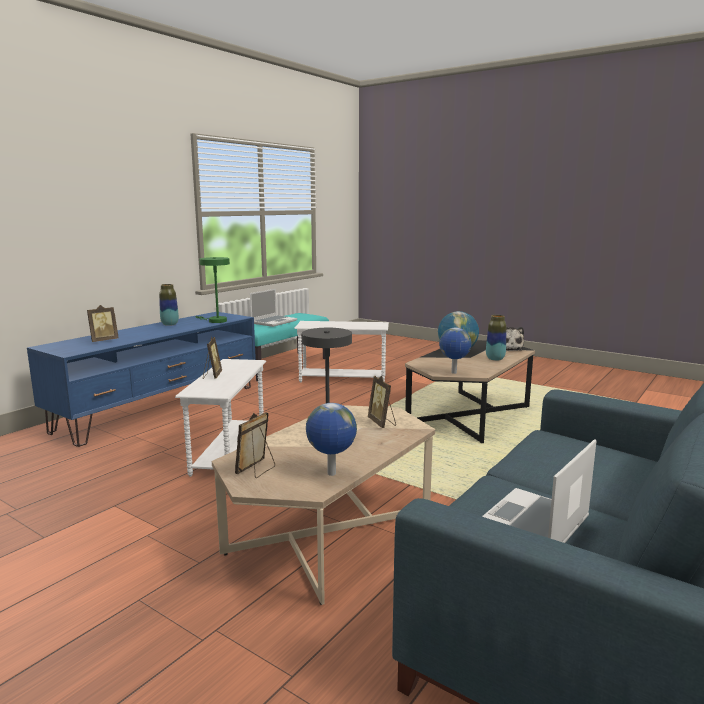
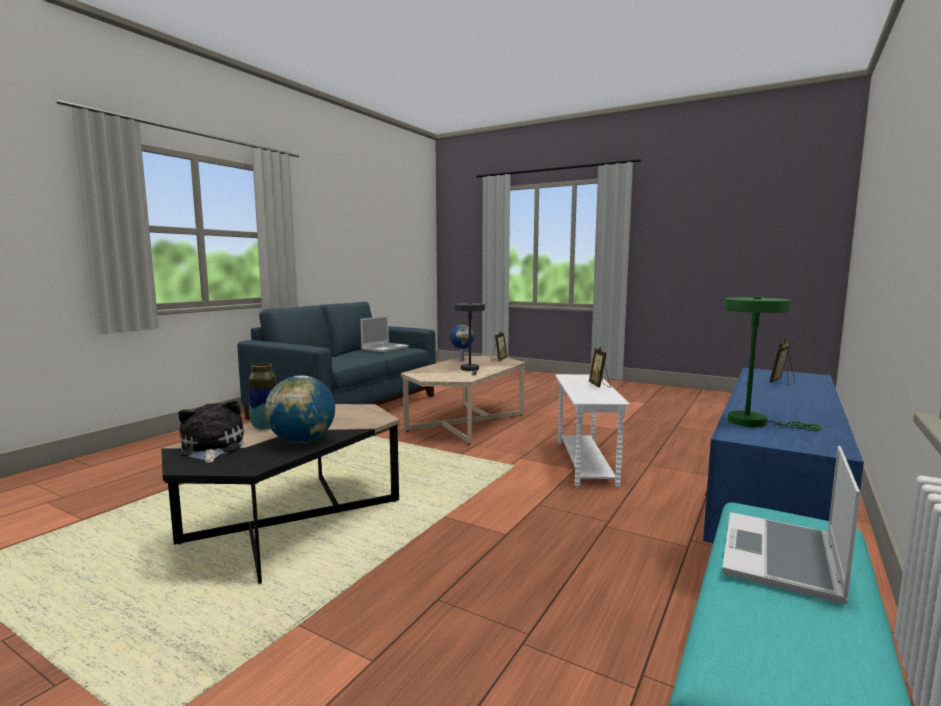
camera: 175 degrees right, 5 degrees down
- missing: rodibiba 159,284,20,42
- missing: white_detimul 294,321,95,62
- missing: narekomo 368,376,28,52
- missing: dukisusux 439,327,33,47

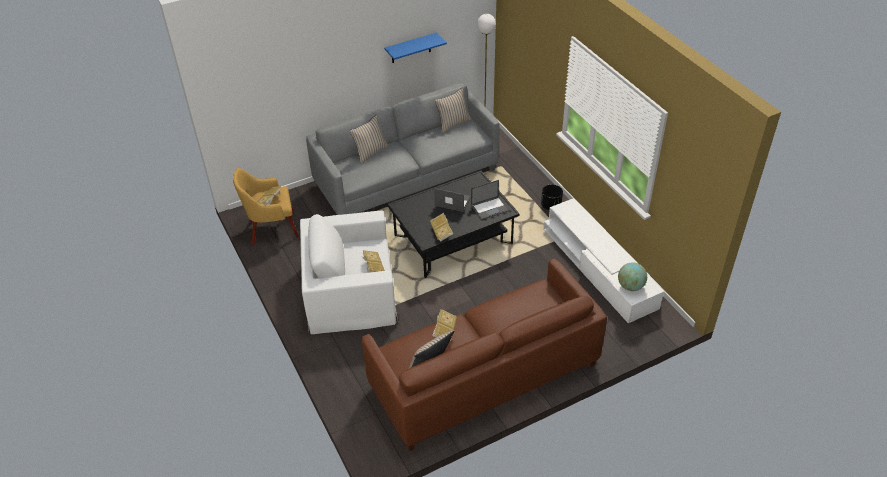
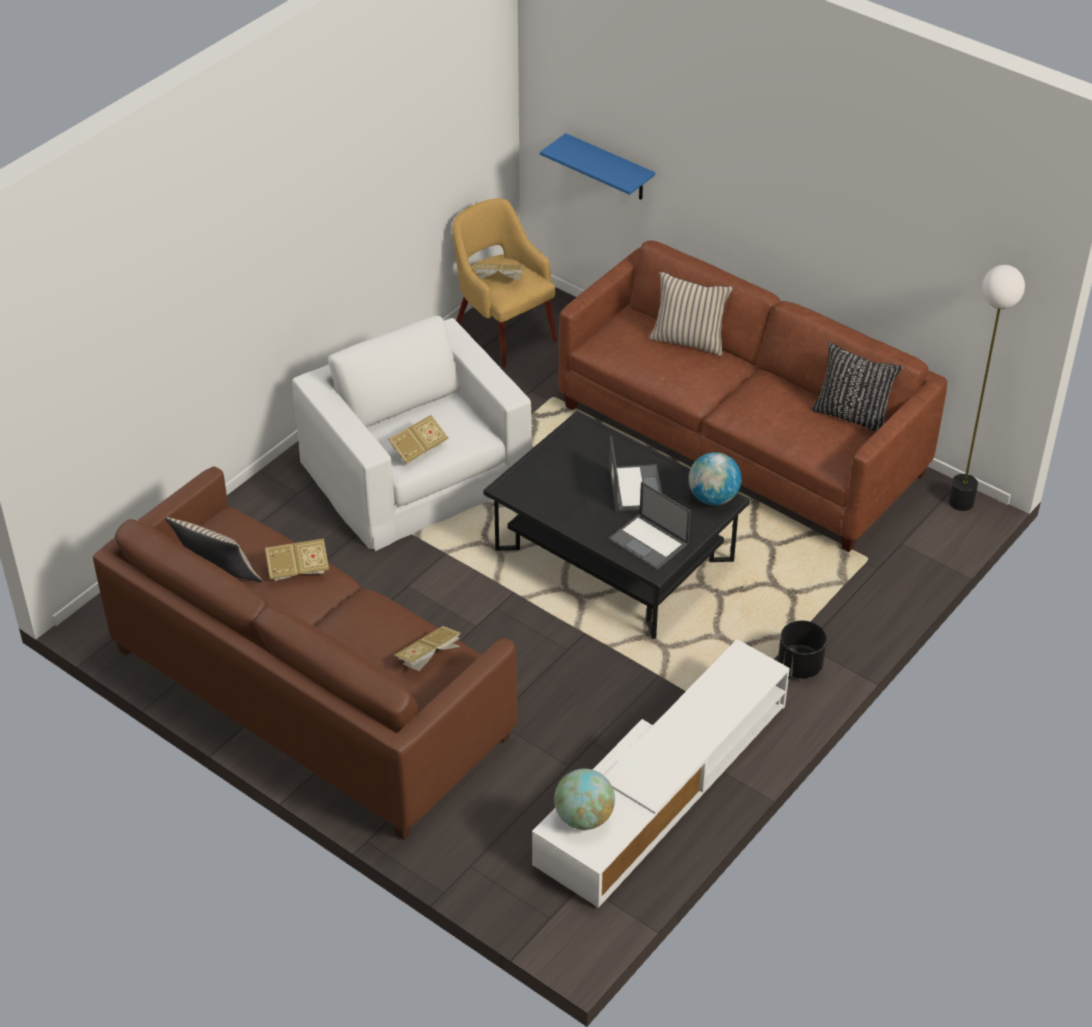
camera: 65 degrees right, 0 degrees up
- colour: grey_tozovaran 306,83,193,132 to brown_tozovaran 558,241,389,311
- relocated: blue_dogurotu 384,32,63,31 to 540,133,115,67
- relocated: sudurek 430,213,23,29 to 394,626,67,45
- colour: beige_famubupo 434,87,38,46 to black_famubupo 811,342,92,90
- appeared: dukisusux 688,452,53,53

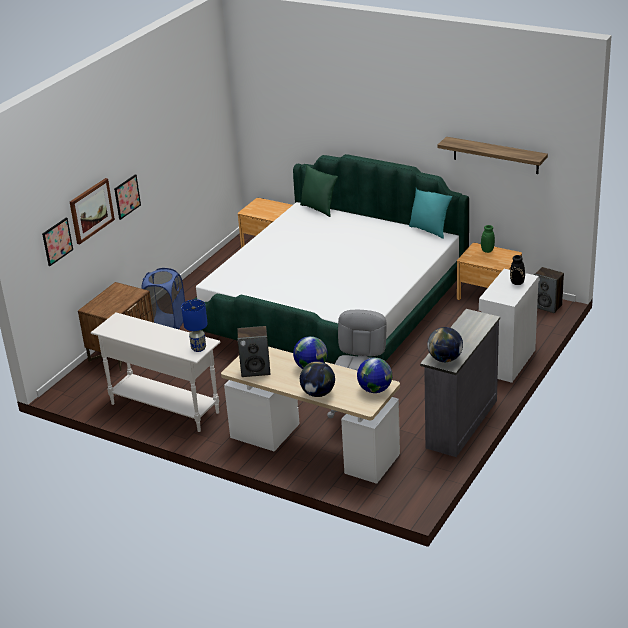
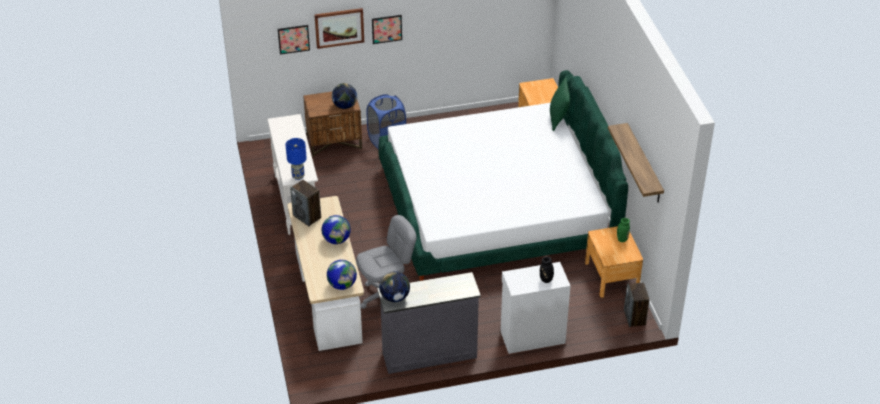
camera: 45 degrees right, 10 degrees up
- relocated: dukisusux 300,361,35,36 to 332,83,25,26
- missing: turquoise_famubupo 409,188,43,51

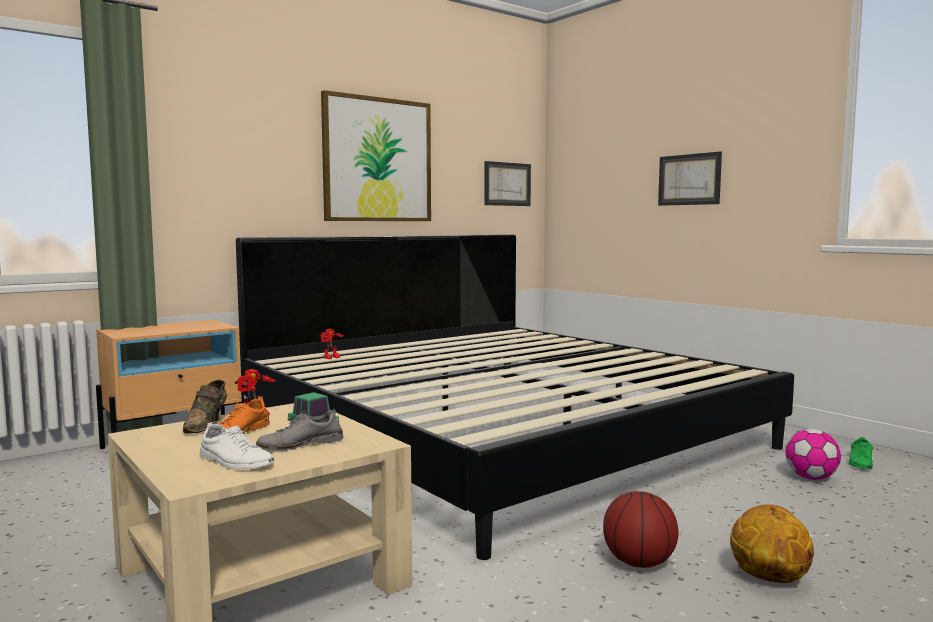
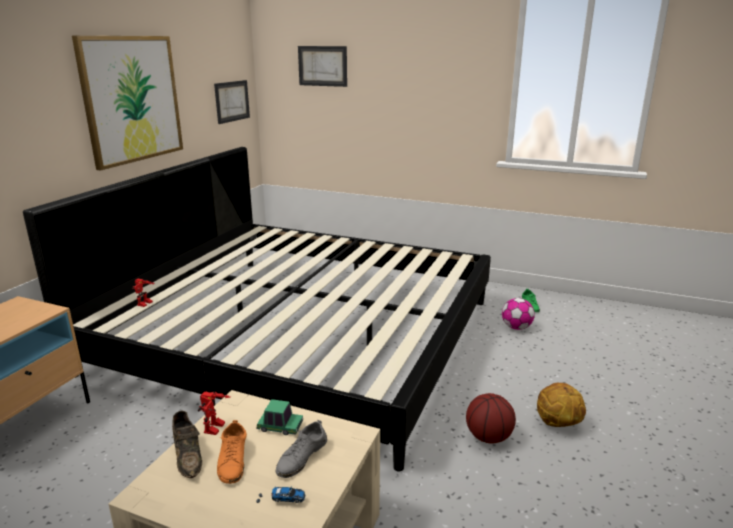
camera: 30 degrees left, 15 degrees up
- exchanged: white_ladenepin 200,422,74,48 to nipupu 256,487,49,16
- relocated: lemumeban 658,151,64,55 to 298,46,49,41

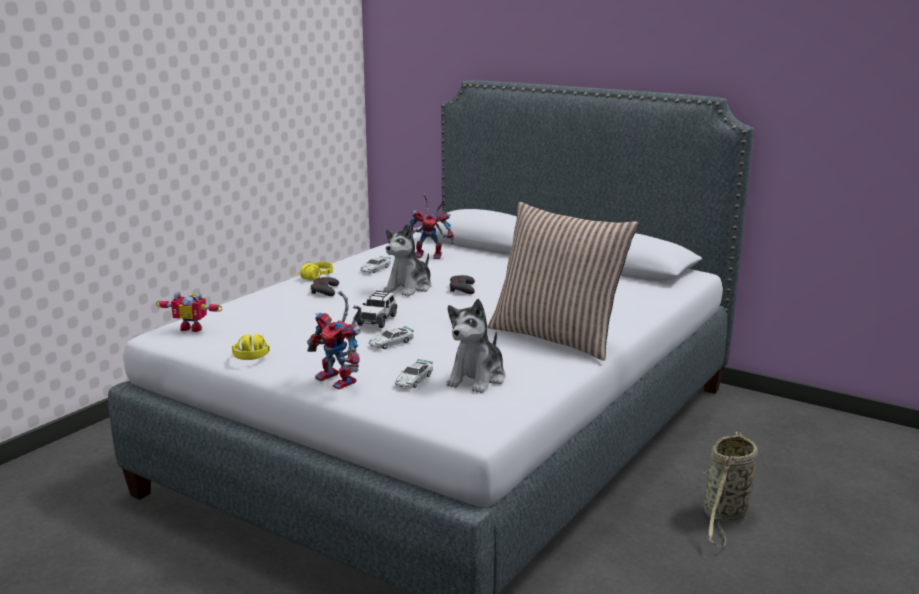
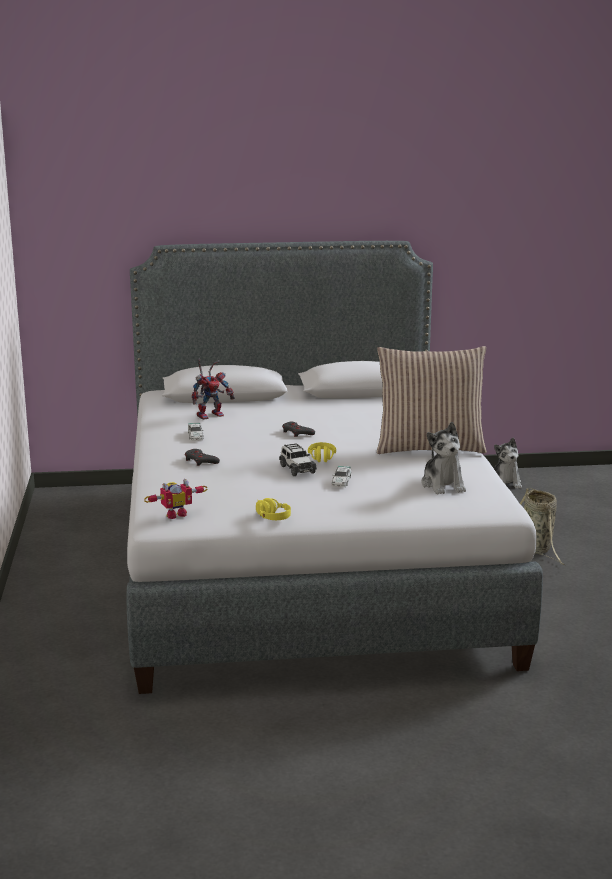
camera: 40 degrees left, 0 degrees up
- relocated: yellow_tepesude 292,262,41,19 to 308,442,28,20
- missing: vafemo 307,291,54,99
- relocated: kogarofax 383,224,49,73 to 494,438,28,51
- missing: nipupu 395,359,38,30

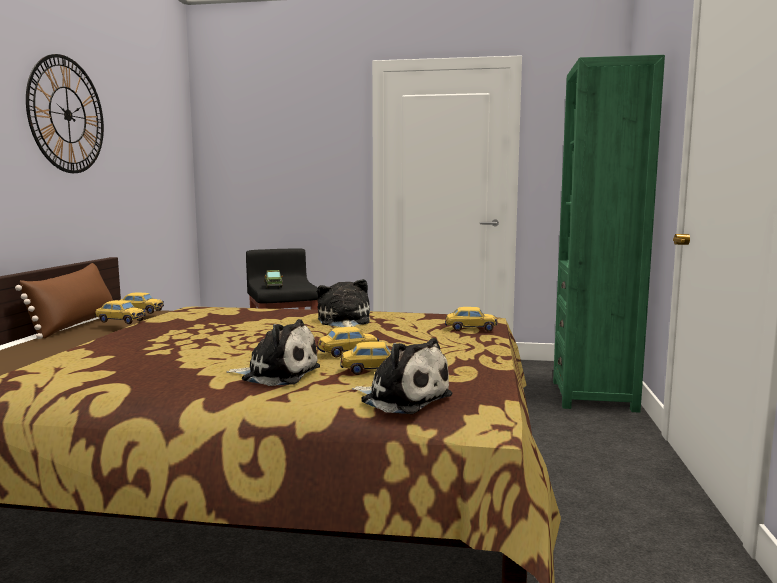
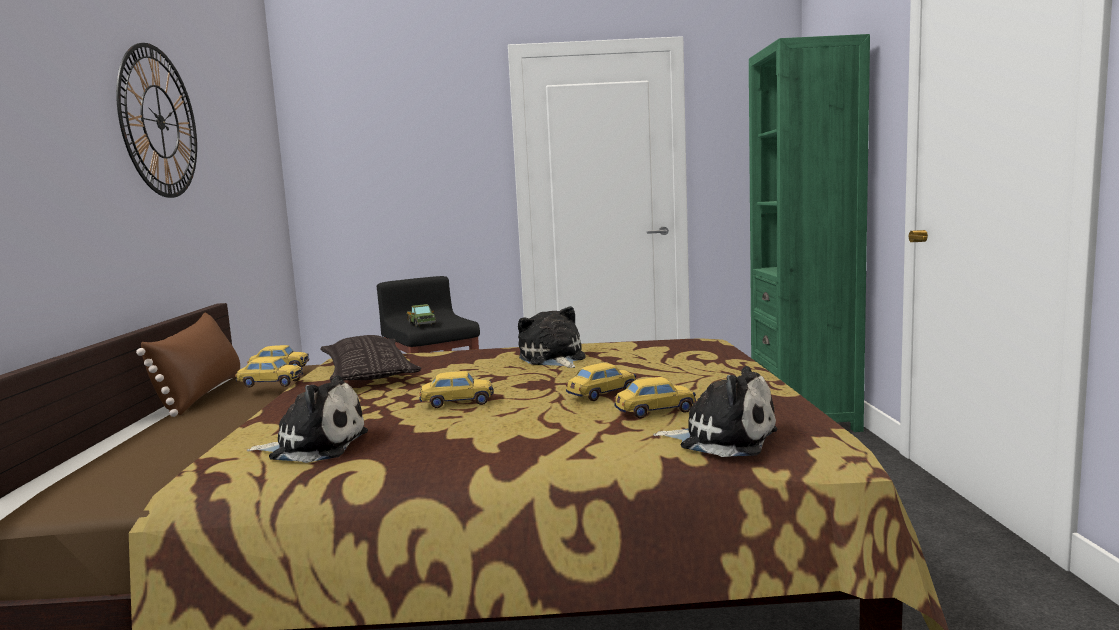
camera: 10 degrees left, 0 degrees up
- relocated: kogarofax 226,319,94,67 to 247,375,121,88
- relocated: nipupu 445,307,53,24 to 419,371,75,37
- appeared: famubupo 320,335,101,47

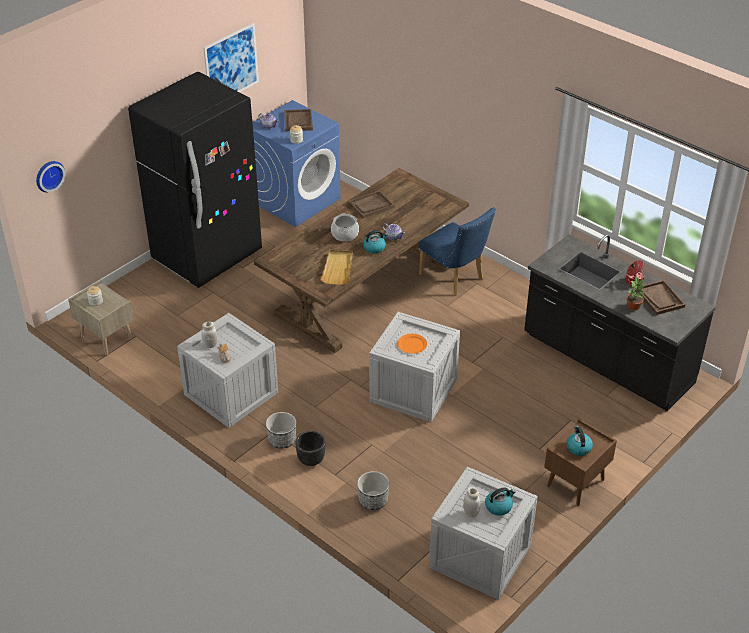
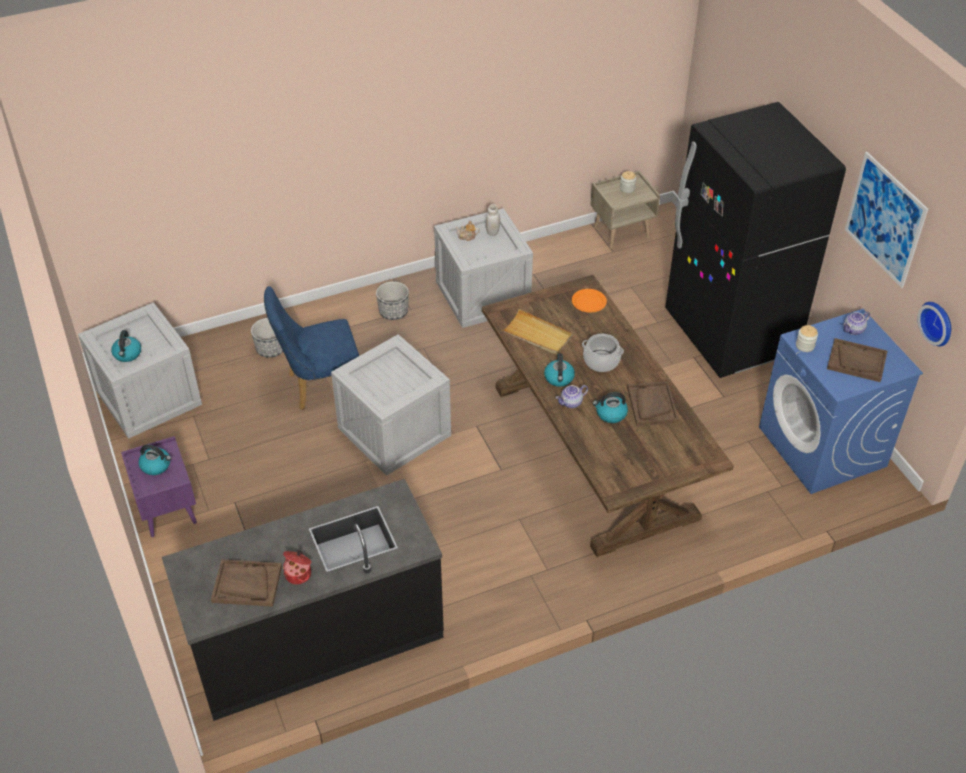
camera: 115 degrees right, 5 degrees up
- relocated: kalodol 36,161,29,31 to 918,302,33,44
- missing: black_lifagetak 295,431,30,35
- relocated: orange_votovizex 398,334,29,20 to 572,289,35,24
- relocated: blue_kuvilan 419,207,77,89 to 264,286,95,124
- missing: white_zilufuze 463,487,17,31
- colour: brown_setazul 544,419,73,87 to purple_setazul 121,436,76,101
- missing: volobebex 626,276,18,34
- appeared: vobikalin 593,392,35,31

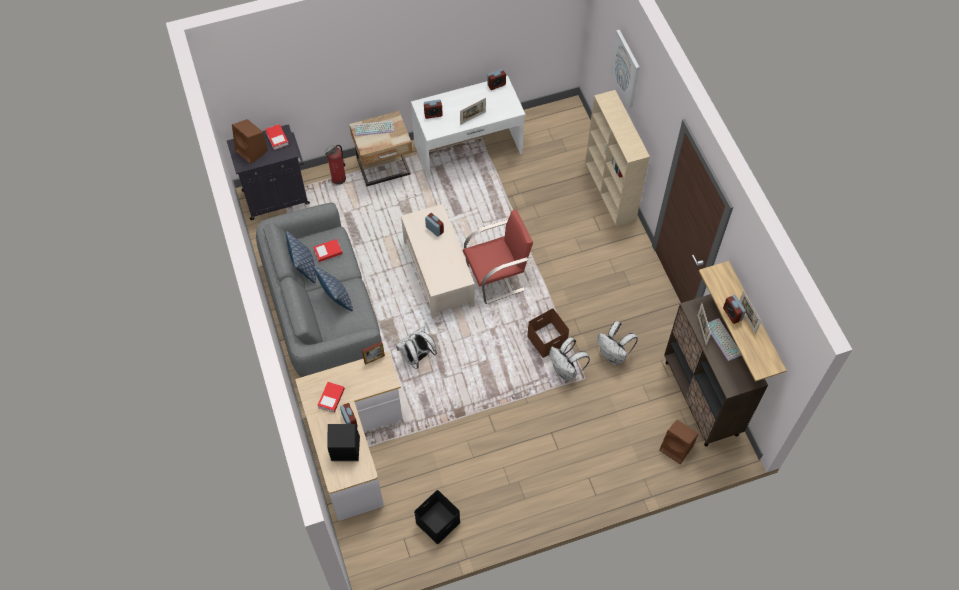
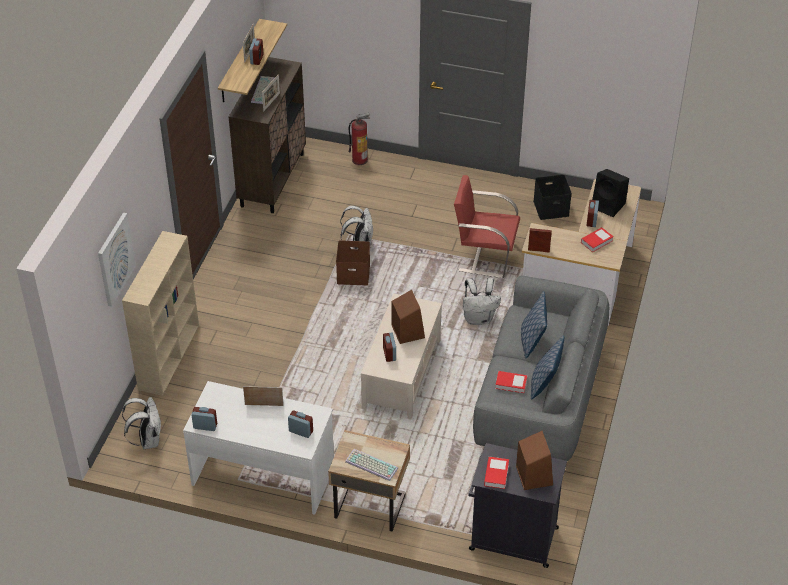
camera: 145 degrees left, 15 degrees down
- relocated: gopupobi 325,145,21,40 to 349,113,21,52
- relocated: red_kuvilan 463,209,70,95 to 454,175,66,103
- relocated: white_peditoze 597,321,41,44 to 122,397,39,52
- relocated: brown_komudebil 659,420,39,44 to 392,290,33,54

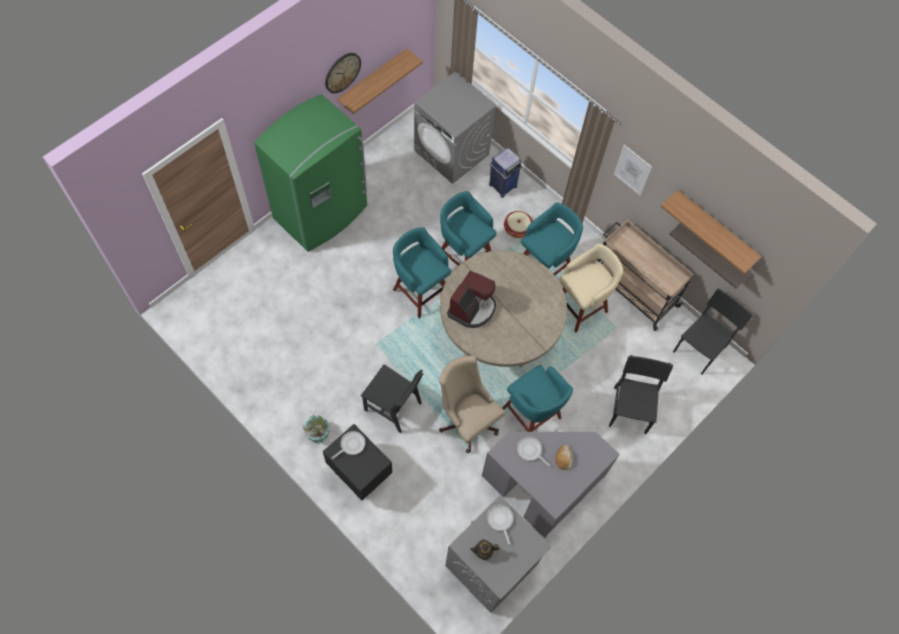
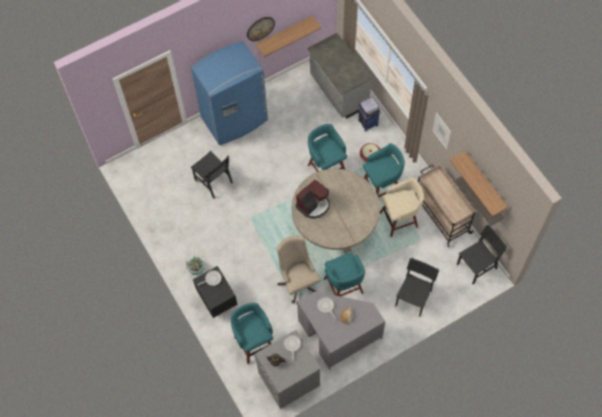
camera: 20 degrees right, 0 degrees up
- colour: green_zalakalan 254,94,113,158 to blue_zalakalan 191,41,77,104
- relocated: black_kuvilan 361,364,62,69 to 191,151,42,48
- relocated: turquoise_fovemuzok 393,227,58,91 to 231,303,42,61
- exchanged: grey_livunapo 414,72,83,112 to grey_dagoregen 307,33,65,86

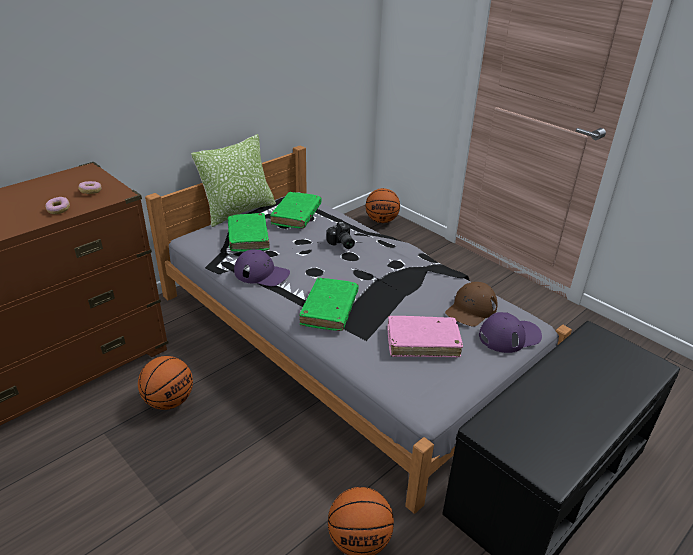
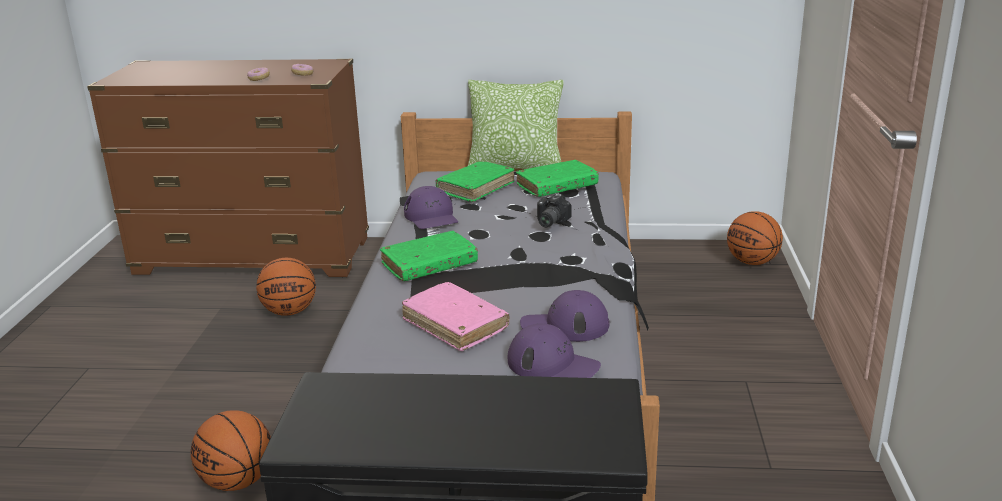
camera: 50 degrees right, 10 degrees down
- colour: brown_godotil 445,282,53,45 to purple_godotil 520,290,90,52

